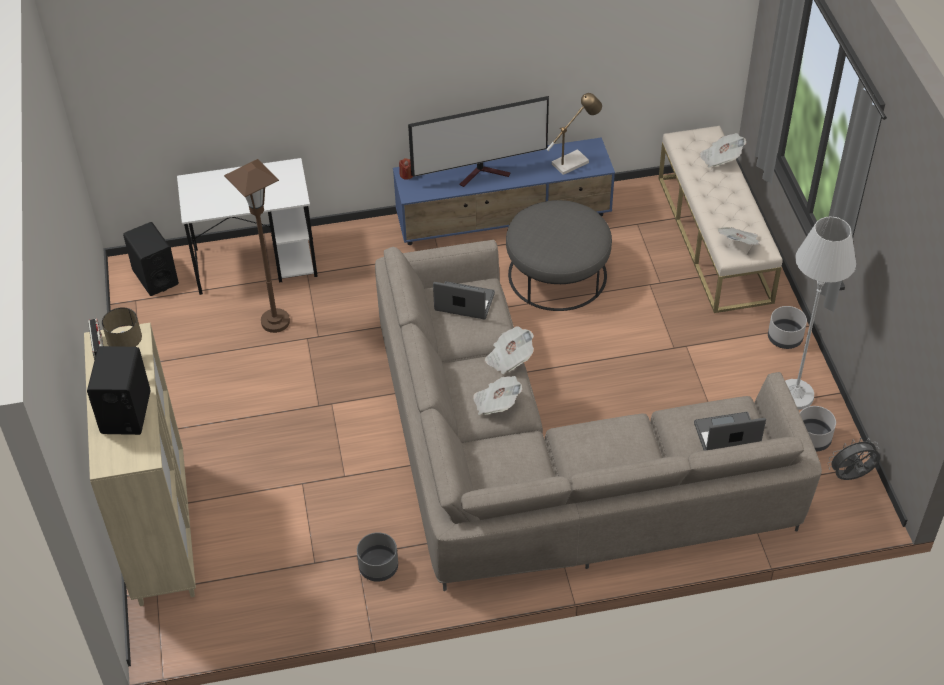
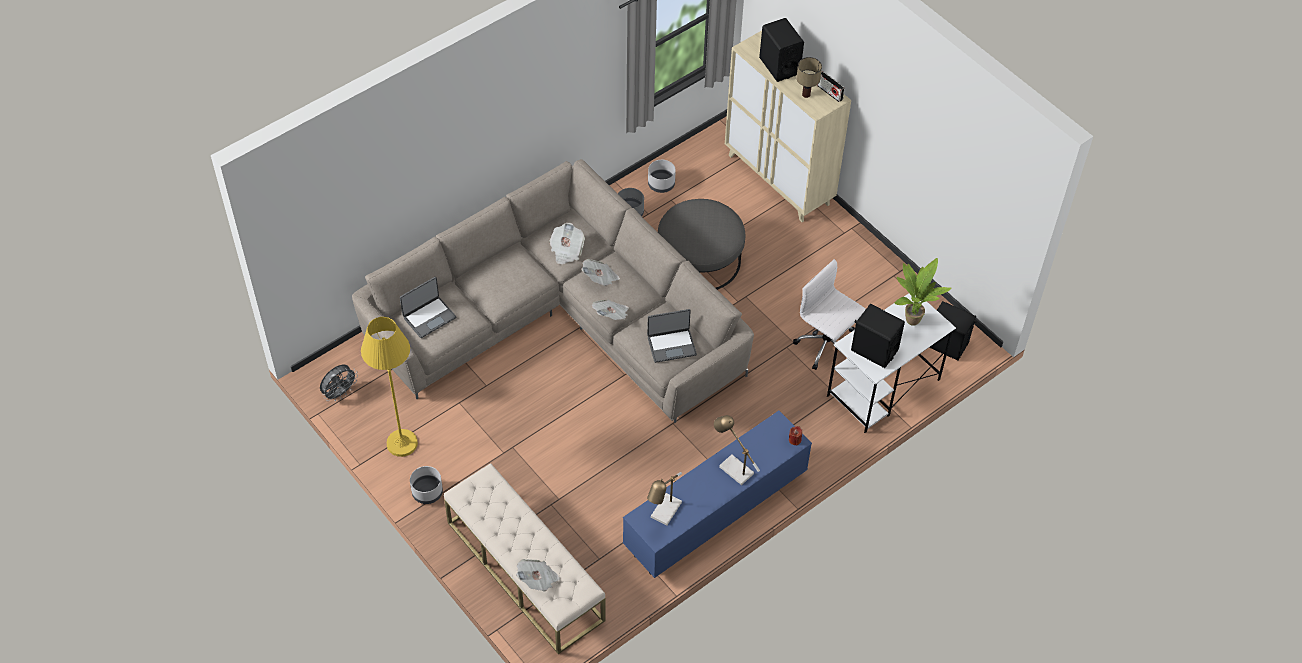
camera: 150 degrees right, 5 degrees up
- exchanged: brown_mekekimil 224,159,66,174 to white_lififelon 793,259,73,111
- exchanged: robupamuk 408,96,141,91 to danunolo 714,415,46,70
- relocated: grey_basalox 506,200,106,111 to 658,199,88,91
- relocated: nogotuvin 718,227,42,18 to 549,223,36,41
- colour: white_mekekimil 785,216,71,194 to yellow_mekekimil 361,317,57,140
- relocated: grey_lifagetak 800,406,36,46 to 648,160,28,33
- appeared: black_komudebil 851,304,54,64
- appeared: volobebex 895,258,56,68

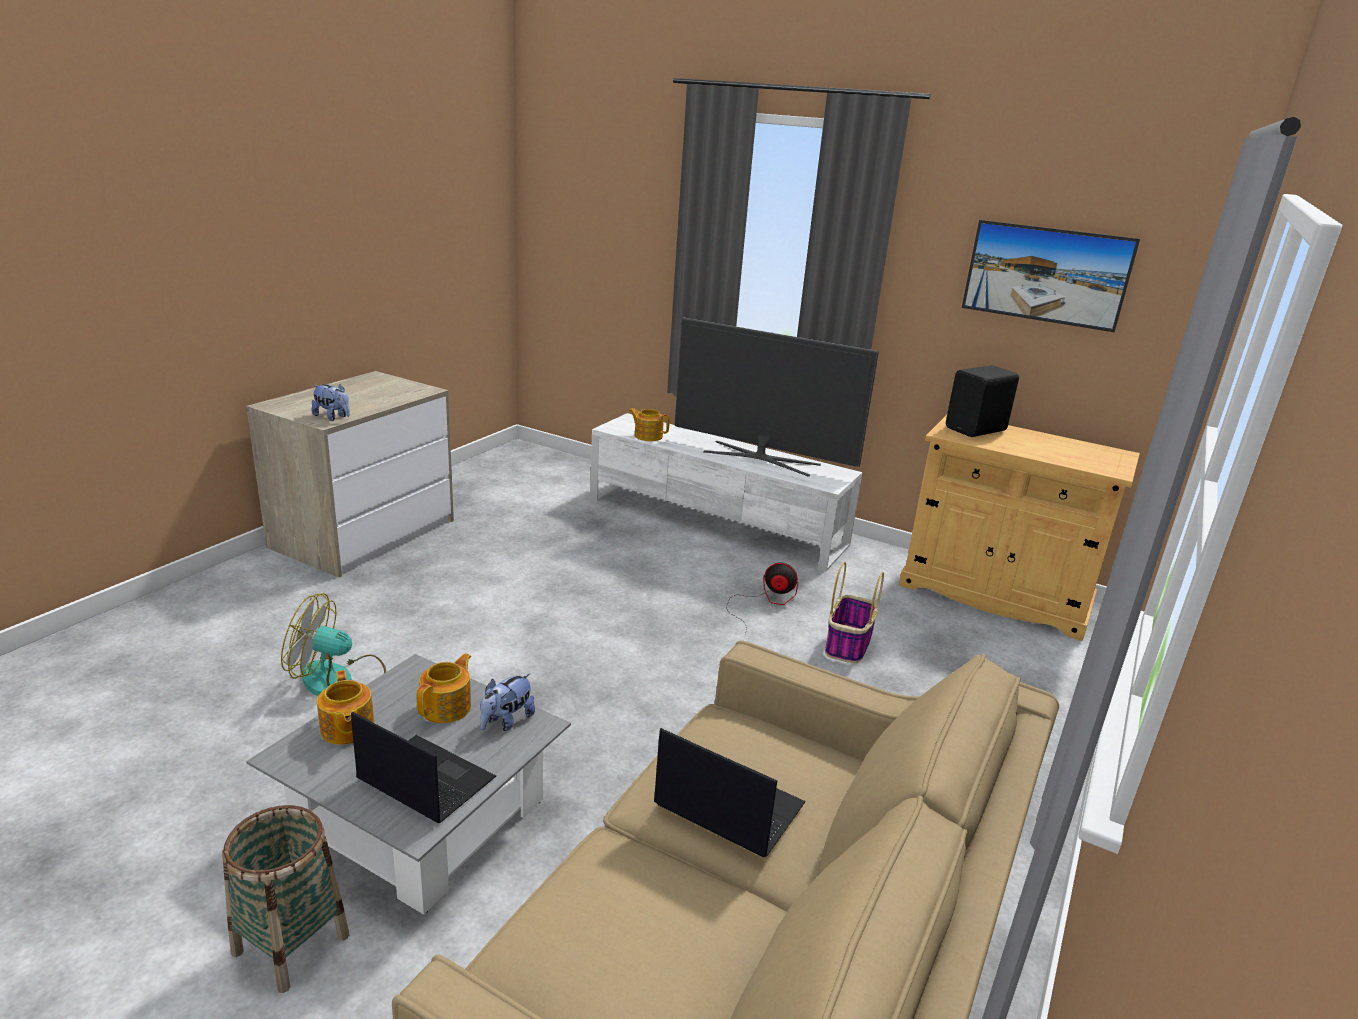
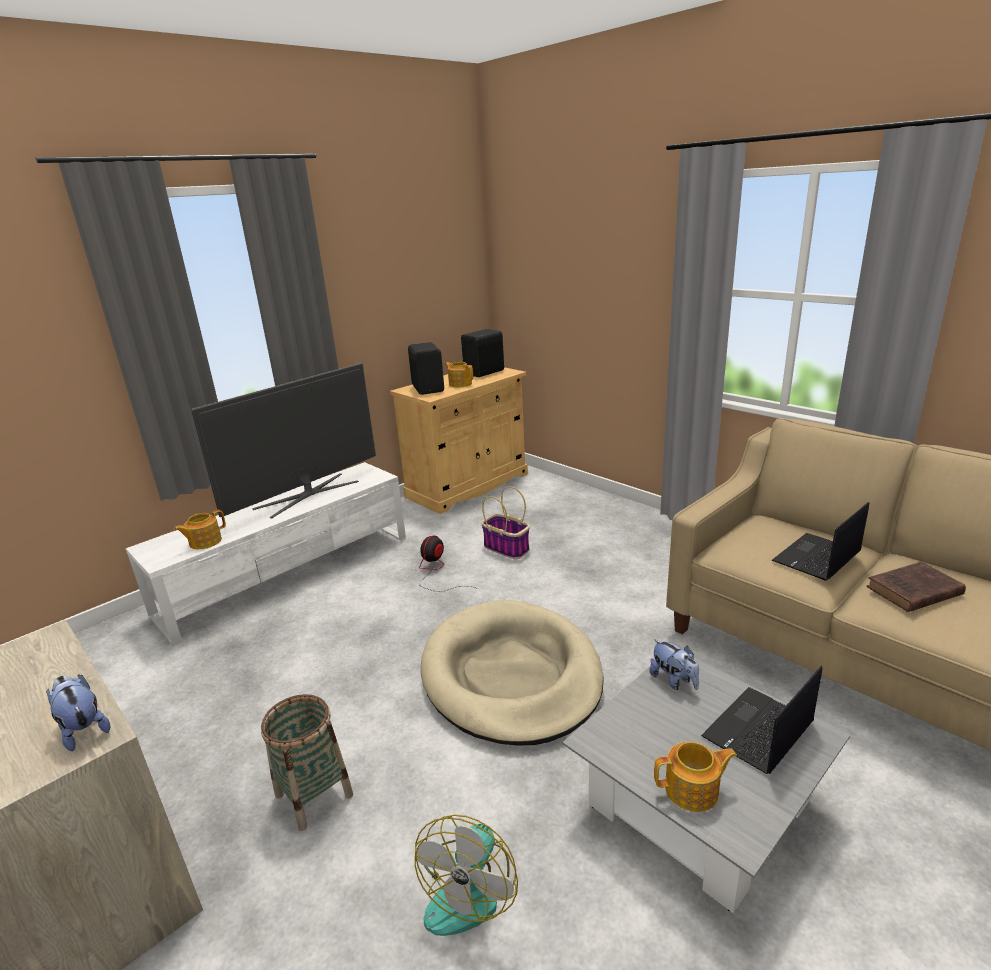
camera: 70 degrees left, 0 degrees up
- relocated: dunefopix 222,805,128,188 to 261,694,92,137
- spun: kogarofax 312,384,38,37 = 46,675,64,76 90 degrees counterclockwise
- relocated: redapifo 416,653,55,70 to 445,362,28,25
- missing: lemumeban 962,220,178,112
- appeared: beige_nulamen 420,600,184,145
- appeared: black_komudebil 461,329,43,48
- appeared: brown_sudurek 867,562,99,50

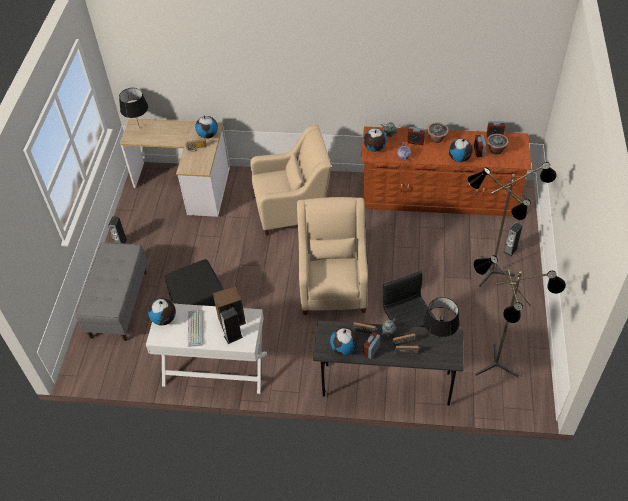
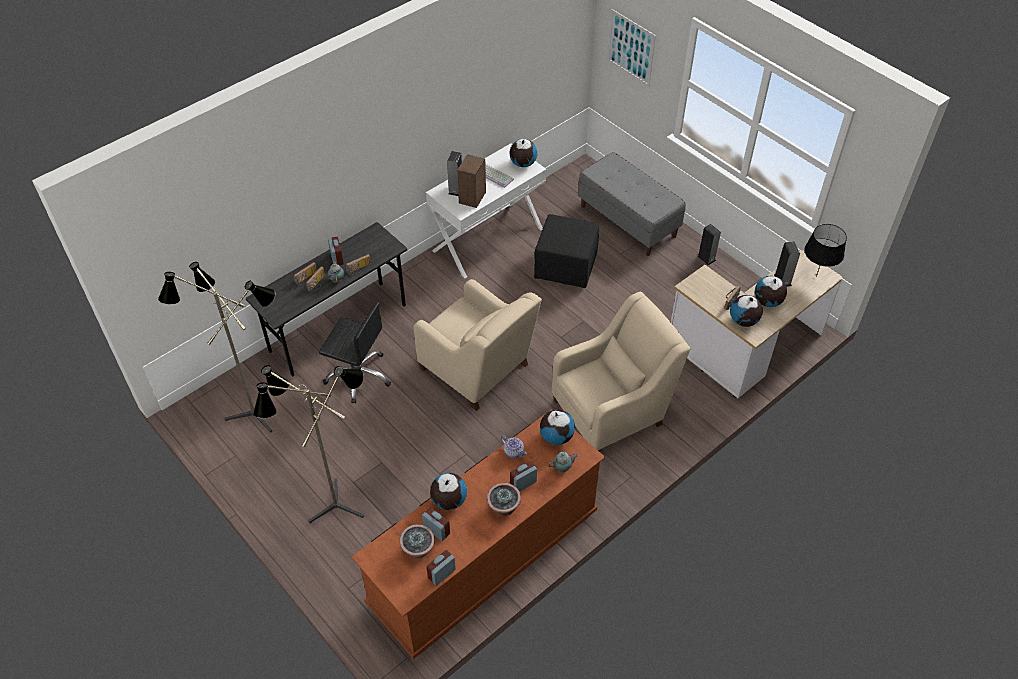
camera: 130 degrees right, 0 degrees up
- spun: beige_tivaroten 250,125,81,111 = 552,291,139,161 150 degrees counterclockwise
- relocated: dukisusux 330,327,28,28 to 755,276,32,31
- missing: black_danunolo 423,297,36,40
- relocated: komudebil 503,222,19,34 to 774,241,26,46
- appeared: lemumeban 607,9,49,78

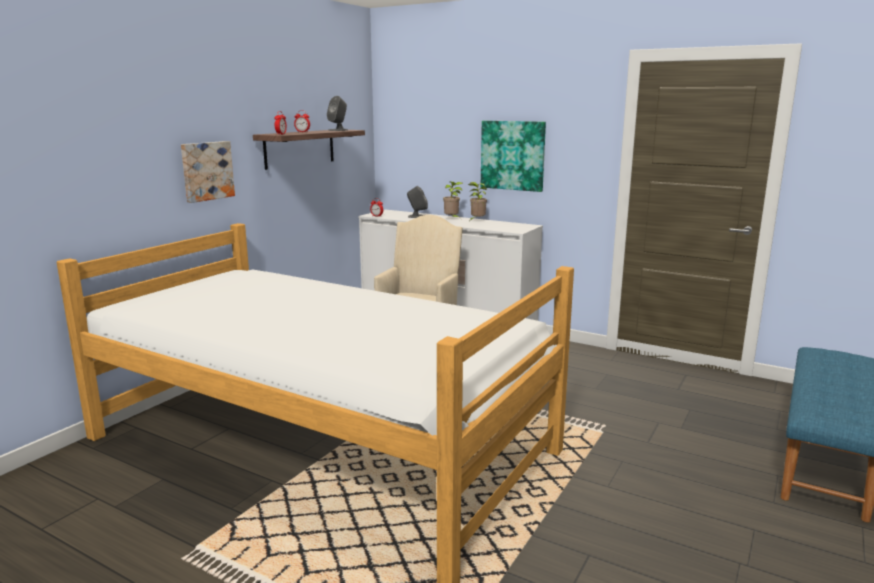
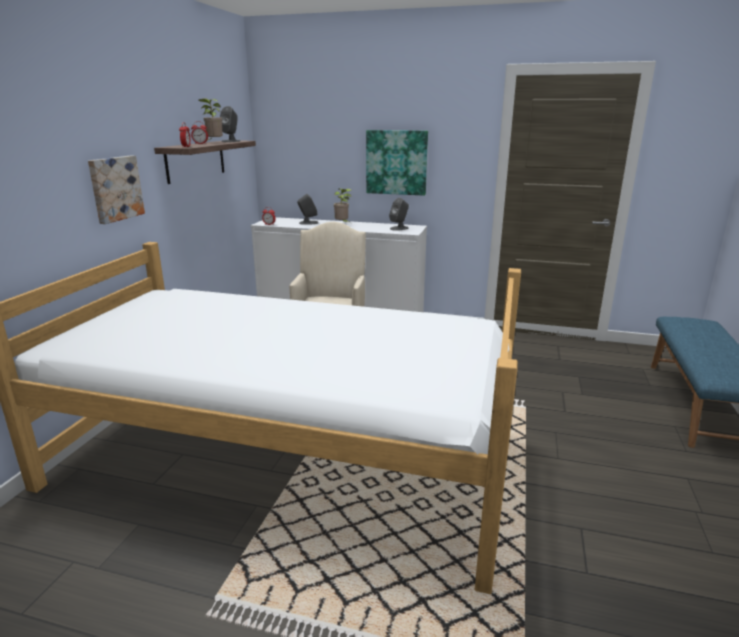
camera: 15 degrees left, 5 degrees up
- relocated: volobebex 468,182,19,38 to 198,98,25,43
- appeared: grey_komudebil 389,198,20,33

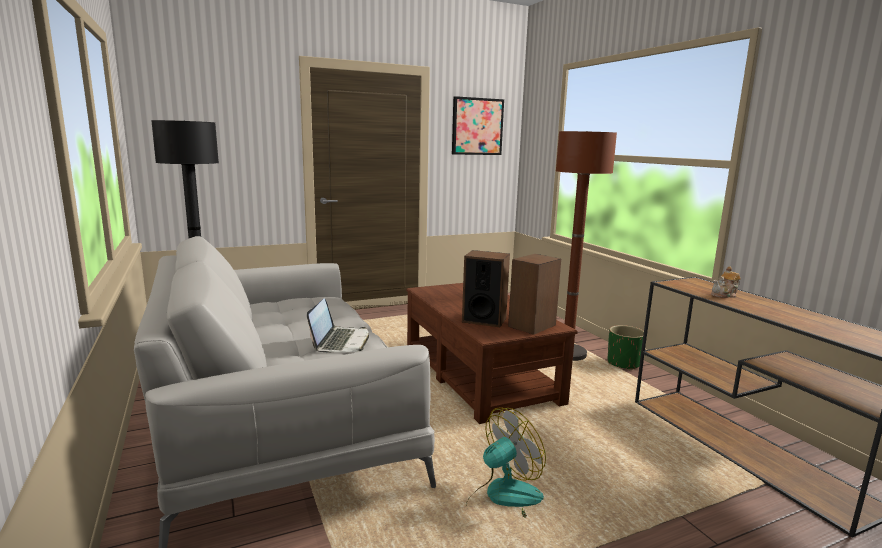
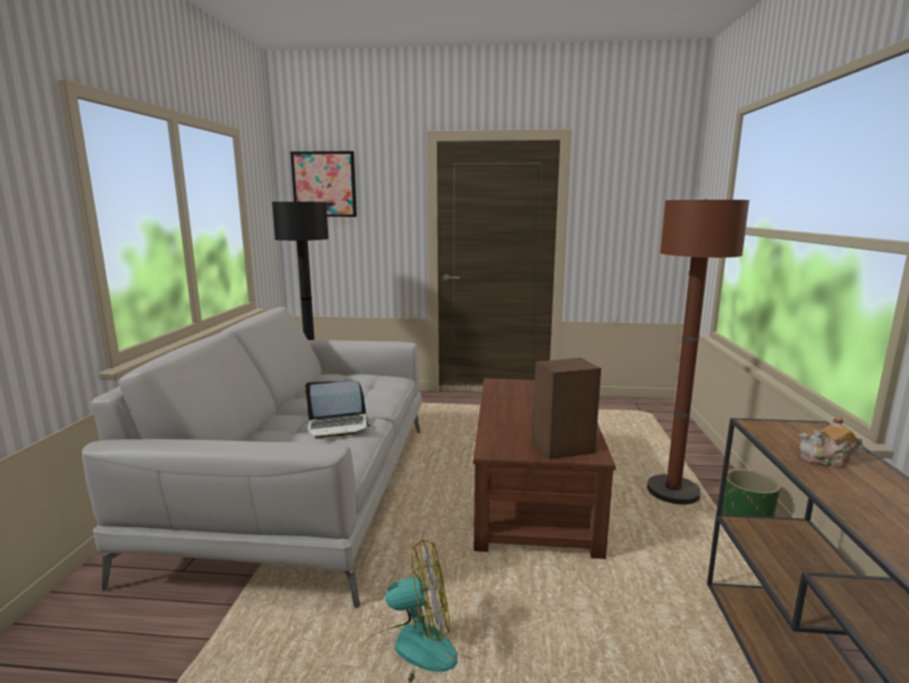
camera: 30 degrees right, 0 degrees up
- spun: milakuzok 307,299,62,53 = 305,380,66,59 45 degrees clockwise
- relocated: lemumeban 452,96,52,59 to 290,151,67,66
- missing: komudebil 462,250,48,77

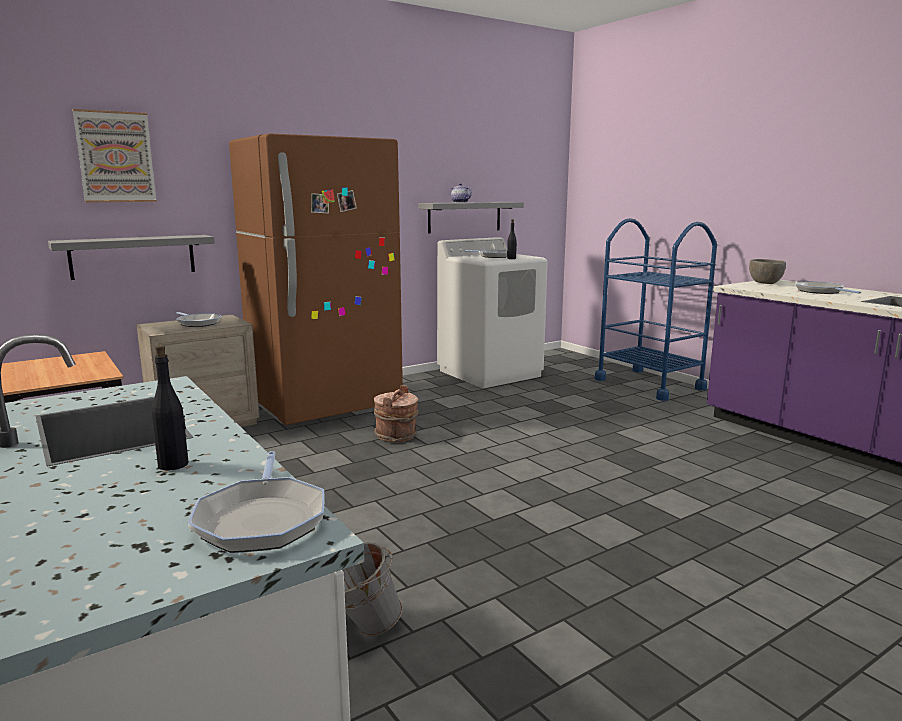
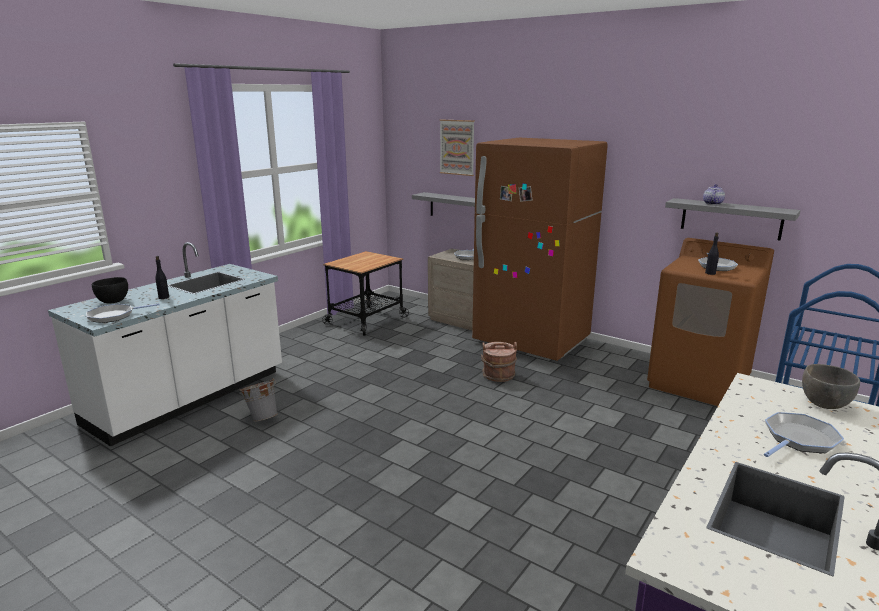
camera: 70 degrees right, 5 degrees up
- colour: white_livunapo 437,237,111,151 to brown_livunapo 647,238,127,168
- appeared: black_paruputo 92,277,36,26

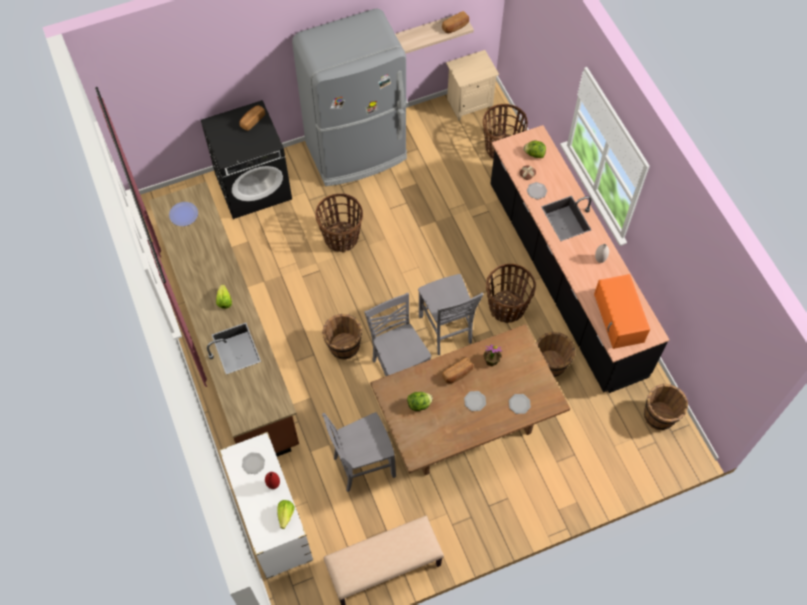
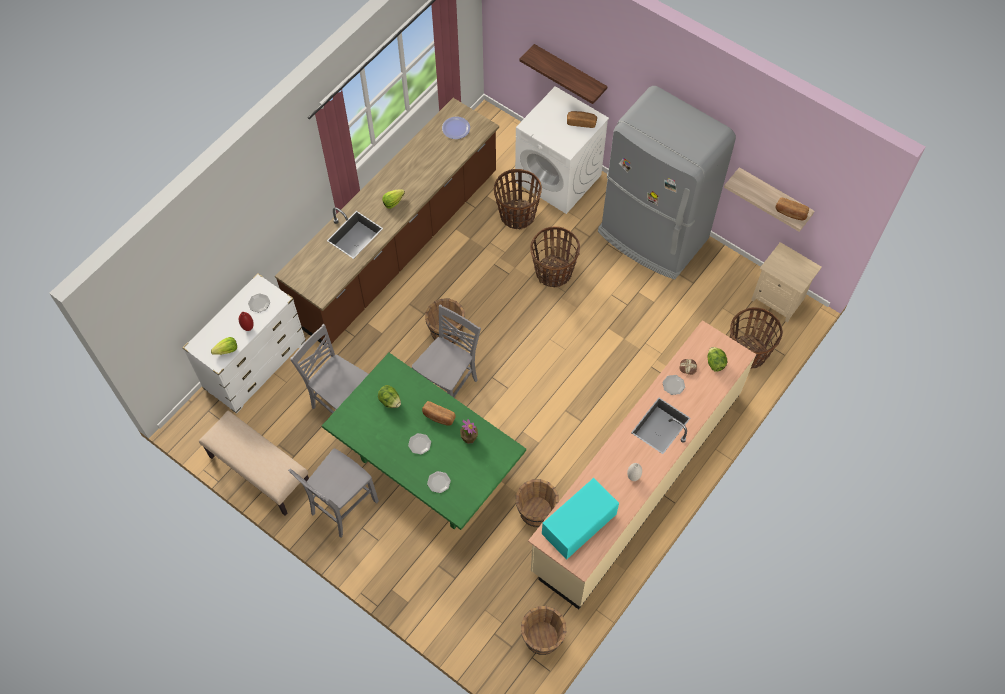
camera: 60 degrees right, 0 degrees up
- colour: black_livunapo 201,100,91,119 to white_livunapo 515,86,94,128
- colour: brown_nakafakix 370,324,200,151 to green_nakafakix 322,353,204,177
- relocated: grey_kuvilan 418,274,66,81 to 288,448,91,90
- relocated: dunefopix 486,264,50,59 to 494,169,48,61
- colour: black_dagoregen 490,125,180,268 to beige_dagoregen 528,320,228,289
- colour: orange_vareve 594,274,56,75 to turquoise_vareve 542,478,77,81
- appeared: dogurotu 519,44,89,60

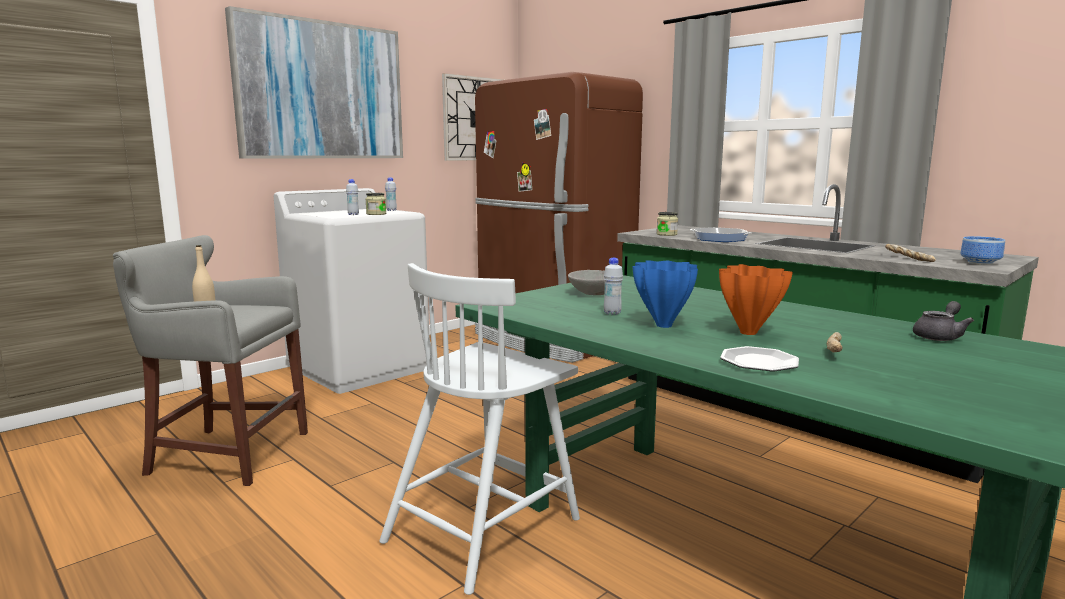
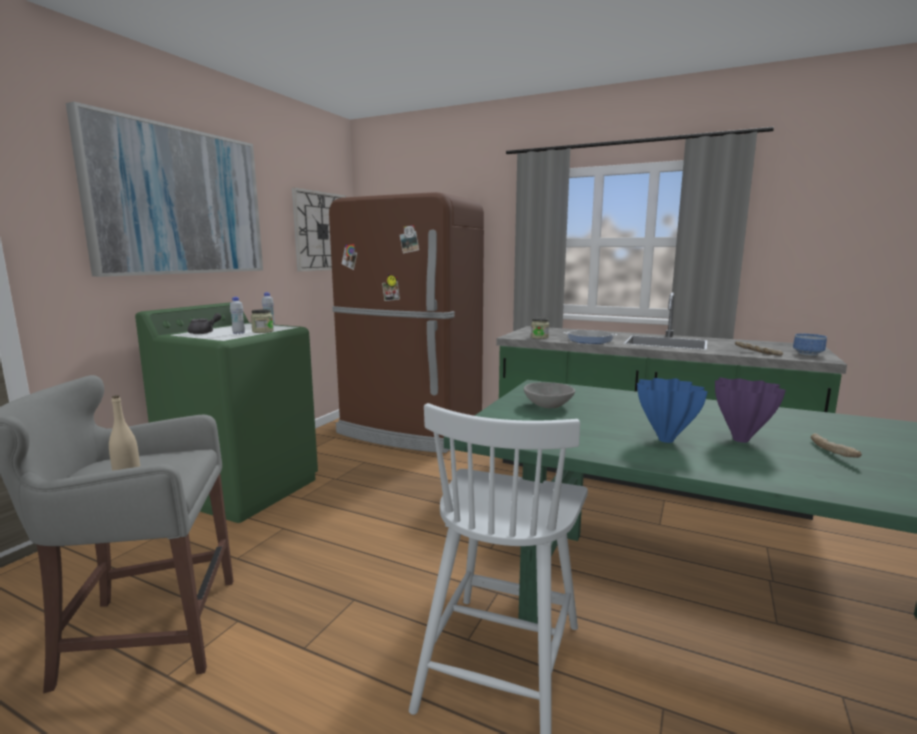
camera: 20 degrees left, 0 degrees up
- colour: white_livunapo 274,188,155,206 to green_livunapo 135,302,183,221
- missing: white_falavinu 604,258,19,57
- colour: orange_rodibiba 719,264,74,71 to purple_rodibiba 715,378,71,65
- missing: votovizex 720,346,79,25
- relocated: grey_redapifo 913,301,61,40 to 188,313,34,21

